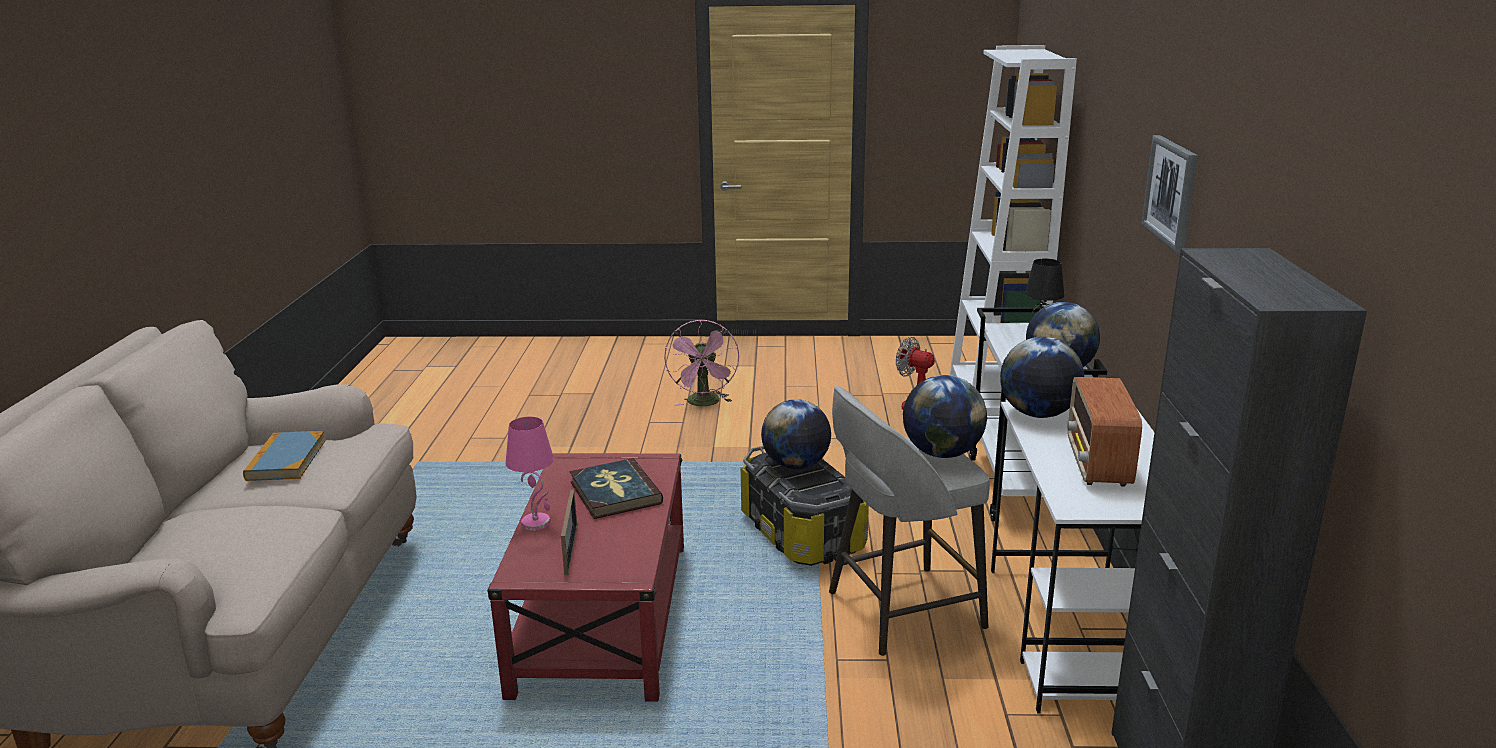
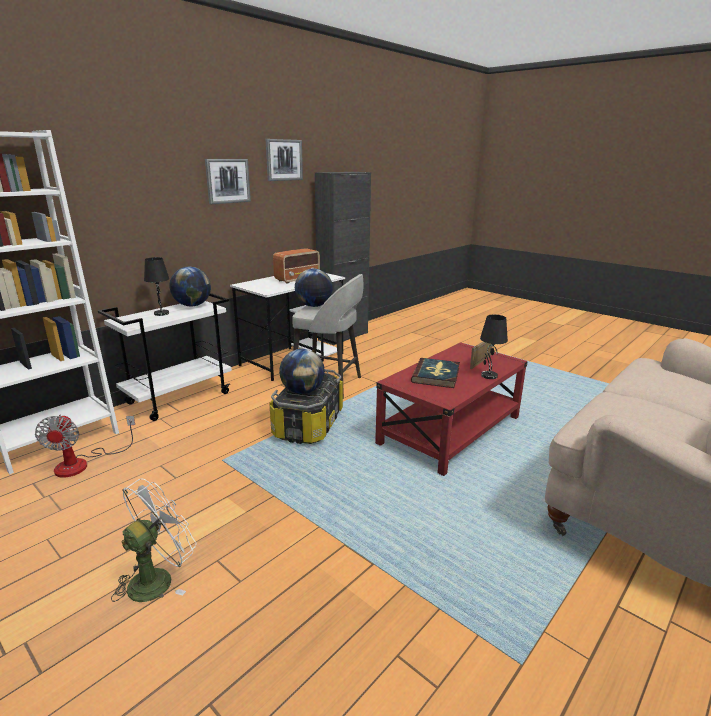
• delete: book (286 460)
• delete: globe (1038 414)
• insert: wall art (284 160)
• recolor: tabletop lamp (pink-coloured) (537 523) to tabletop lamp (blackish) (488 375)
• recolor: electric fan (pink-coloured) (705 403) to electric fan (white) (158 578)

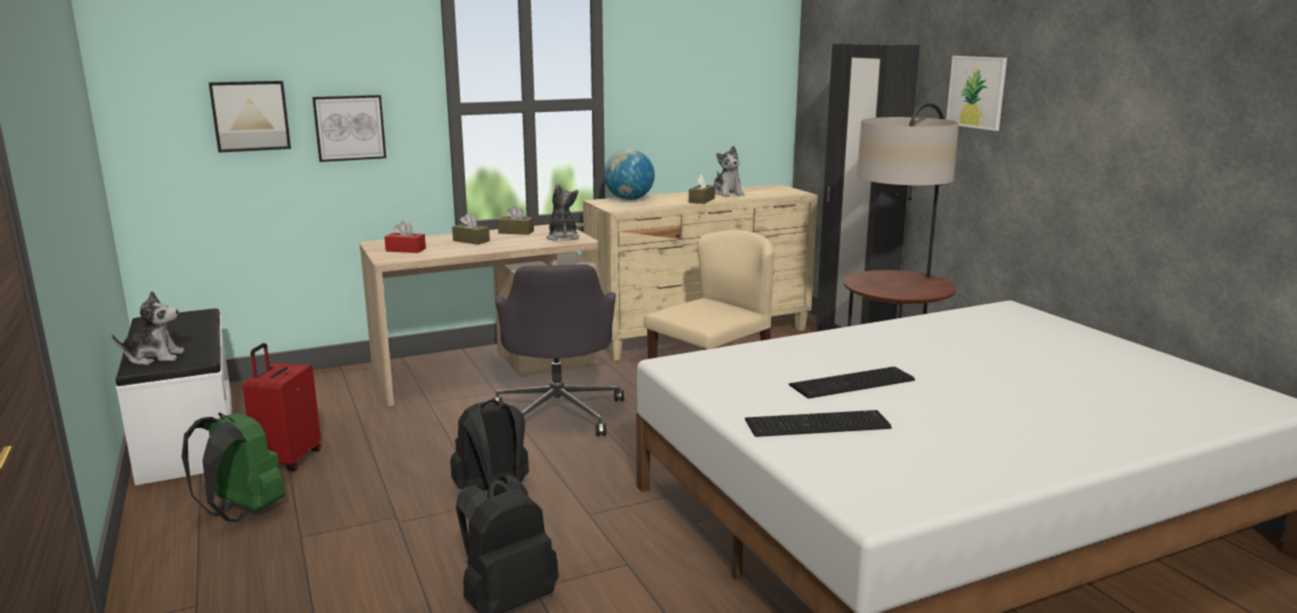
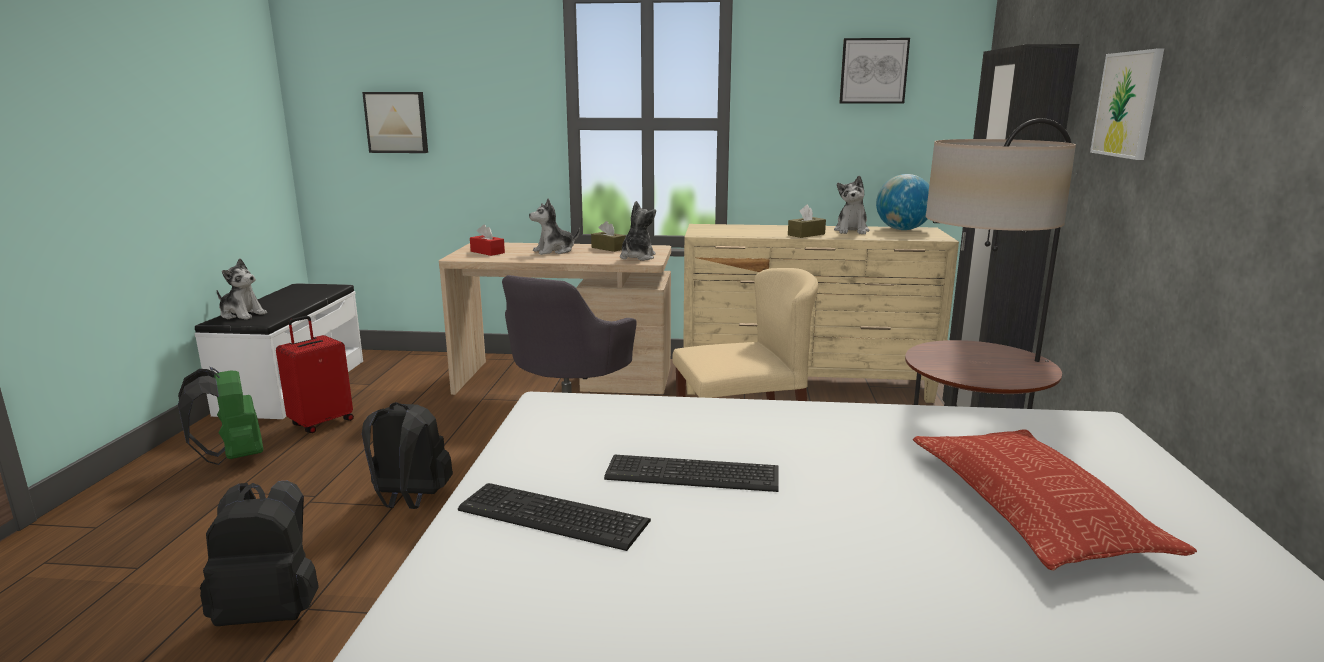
• insert: pillow (1031 508)
• move: wall art (349 128) to (873 71)
• move: globe (629 199) to (902 229)
• replace: box of tissues (brown) (471 241) to plush toy (554 251)

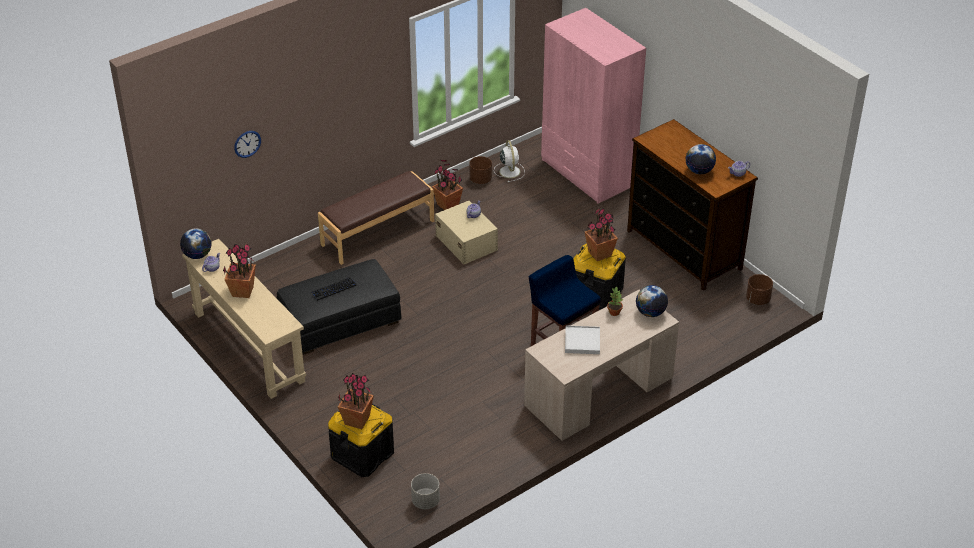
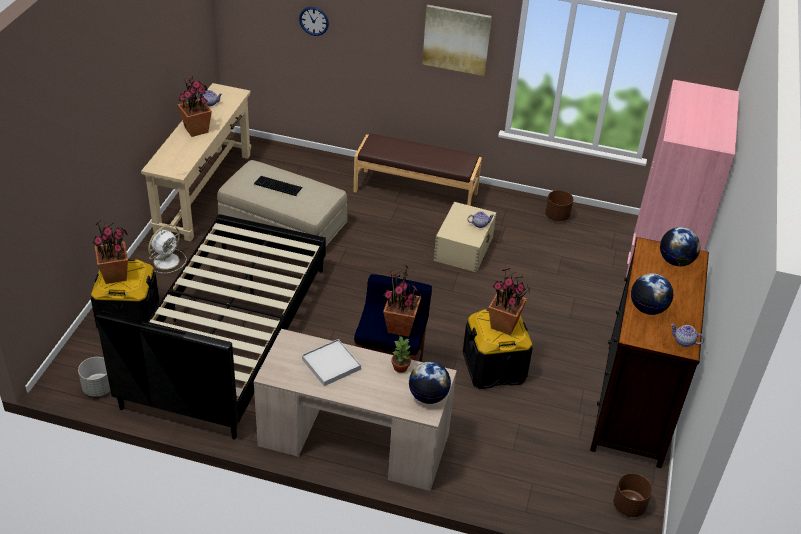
• insert: sleeping bed (blackish) (228 334)
• insert: wall art (456 39)
• move: globe (197 255) to (675 261)
• move: houseplant (448 205) to (400 328)
• move: electric fan (white) (509 171) to (167 260)
• recolor: footrest (blackish) (340 321) to footrest (beige-coloured) (283 225)

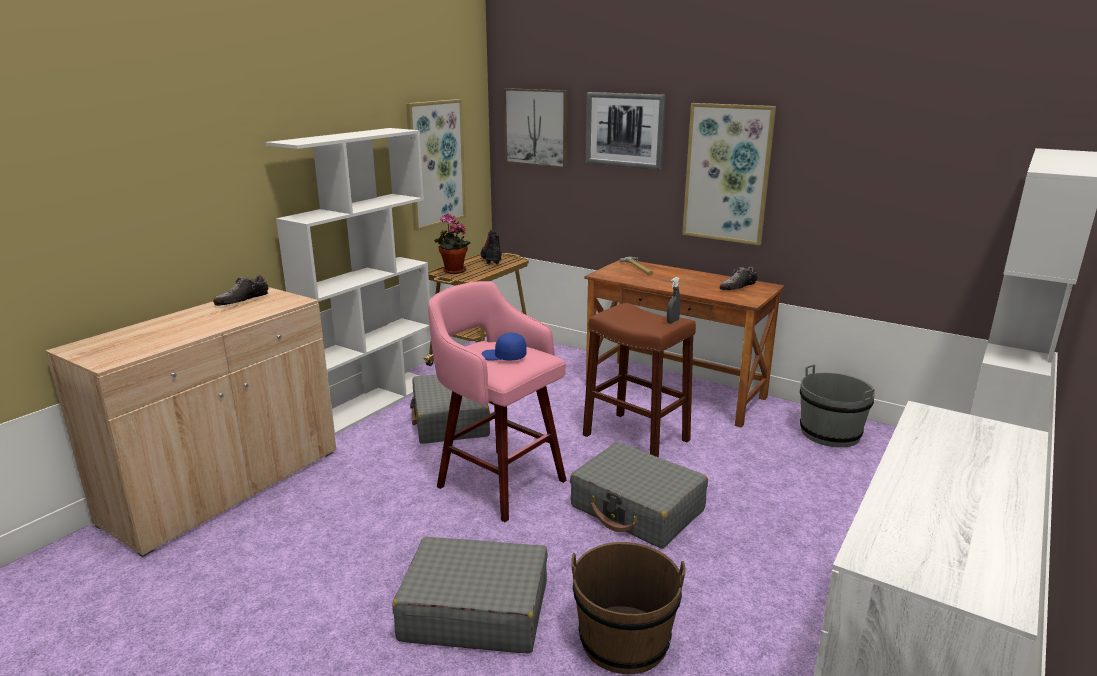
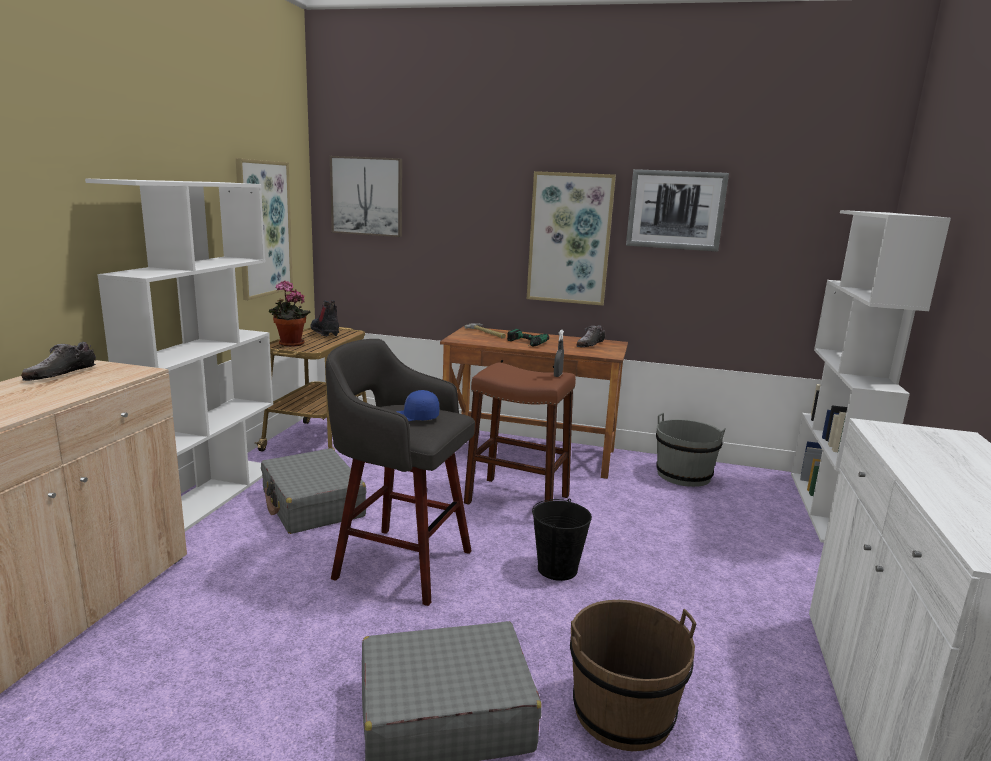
• insert: power drill (523 343)
• move: wall art (624 130) to (675 210)
• replace: travel case (gray) (637 509) to water bucket (blackish) (557 569)
• recolor: stool seat (pink-coloured) (498 482) to stool seat (gray) (399 563)

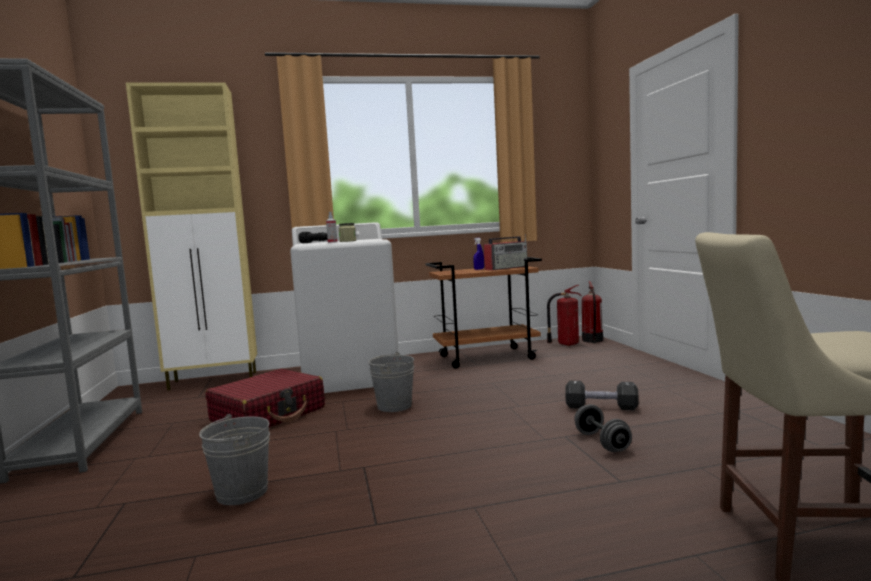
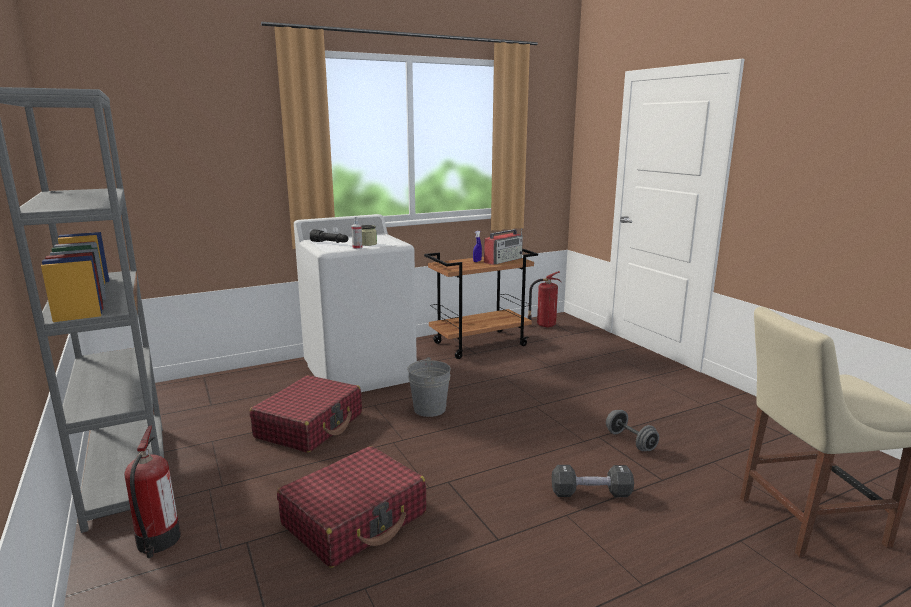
• delete: cabinet (beige-coloured) (215 380)
• move: free weight (blackish) (601 407) to (591 493)
• move: fire extinguisher (592 340) to (157 541)
• replace: water bucket (gray) (242 492) to travel case (red) (355 519)

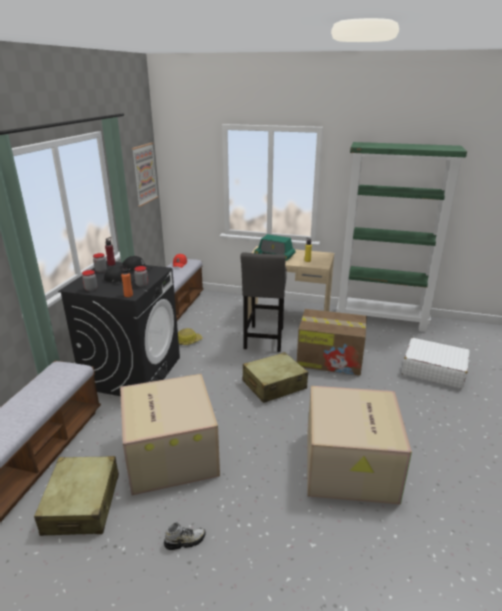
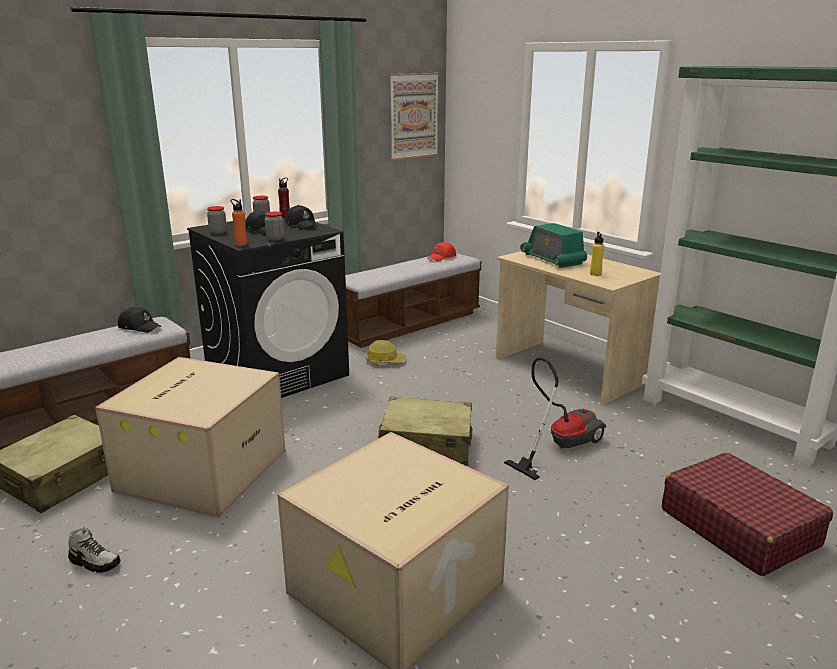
• delete: stool seat (gray) (264 340)
• insert: peaked cap (blackish) (139 327)
• replace: packing box (331 359) to vacuum cleaner (560 445)
• recolor: travel case (white) (433 370) to travel case (red) (738 527)

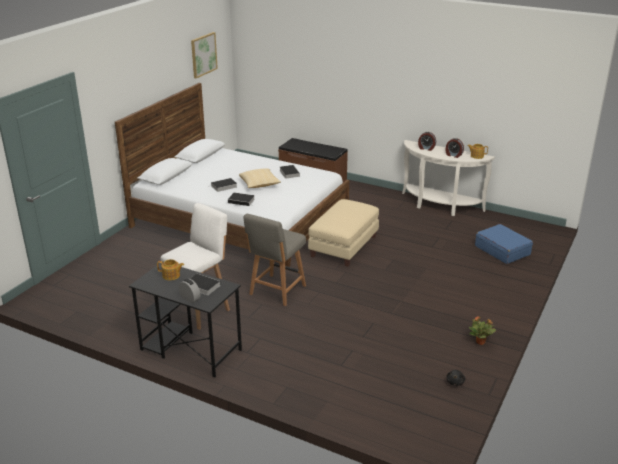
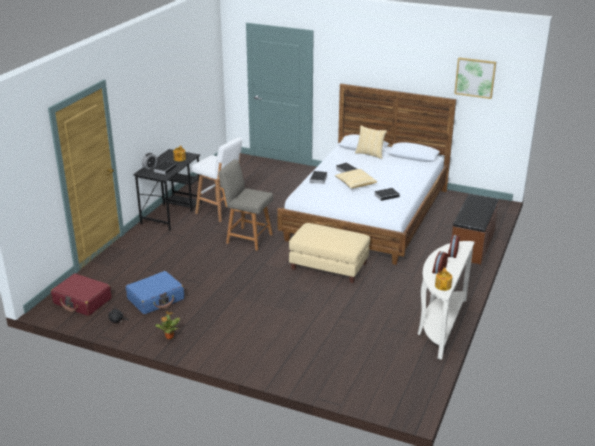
• insert: travel case (red) (82 301)
• insert: pillow (370 154)
• move: travel case (blue) (502 250) to (156 299)

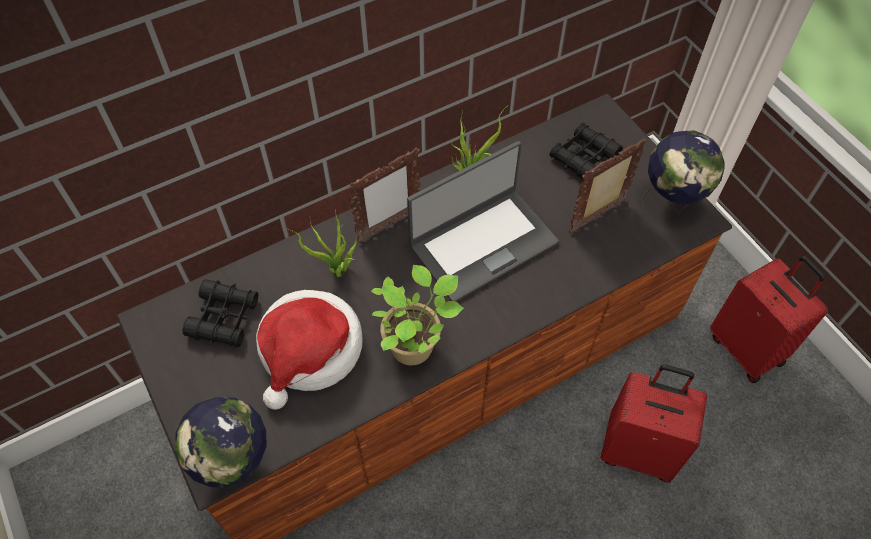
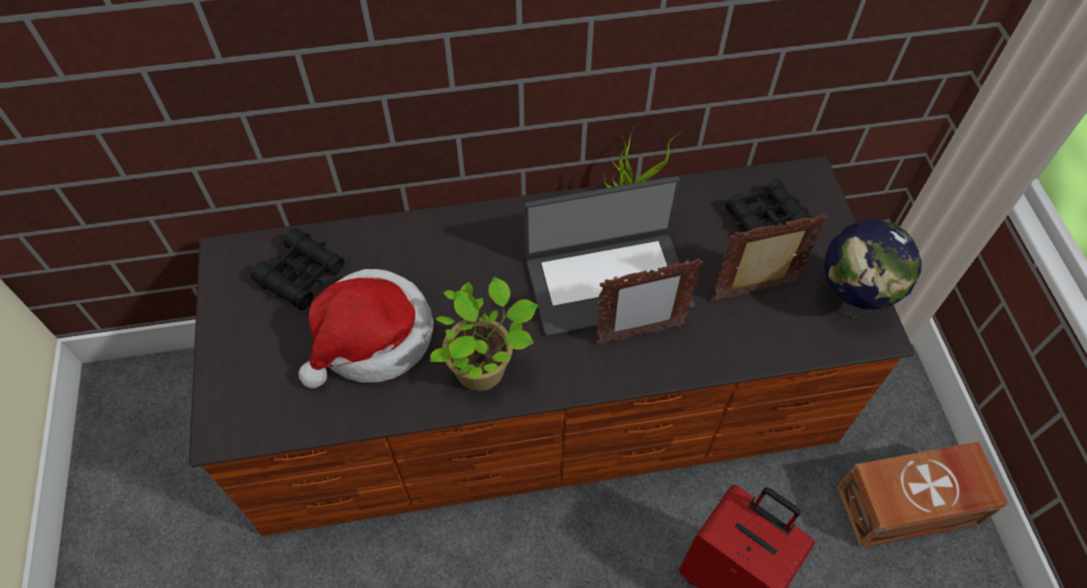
• delete: globe (235 464)
• delete: houseplant (338 272)
• move: standing frame (388 225) to (639 334)
• replace: travel case (red) (747 348) to storage box (brown) (910 507)

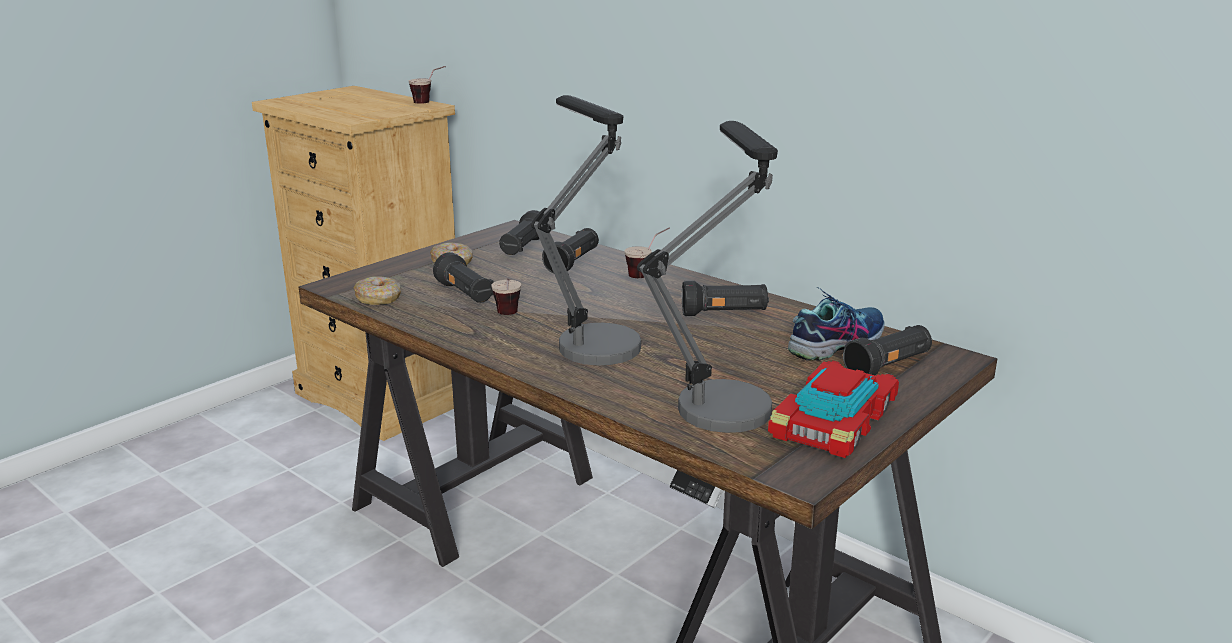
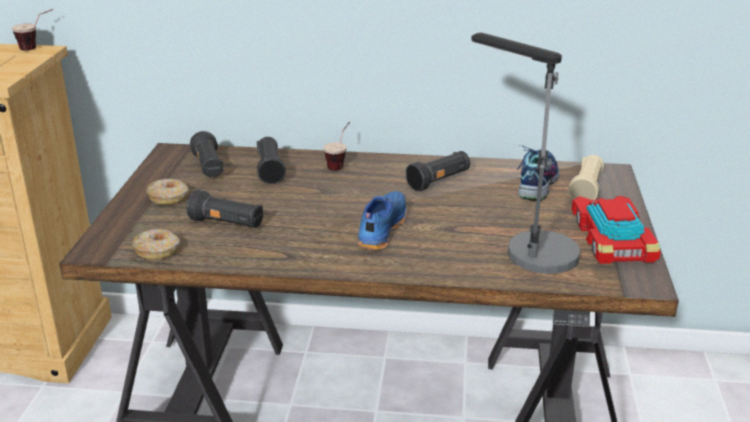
• delete: cup (508 316)
• replace: tabletop lamp (592 337) to shoe (blue) (380 229)
• recolor: hand torch (blackish) (888 366) to hand torch (beige-coloured) (586 190)

